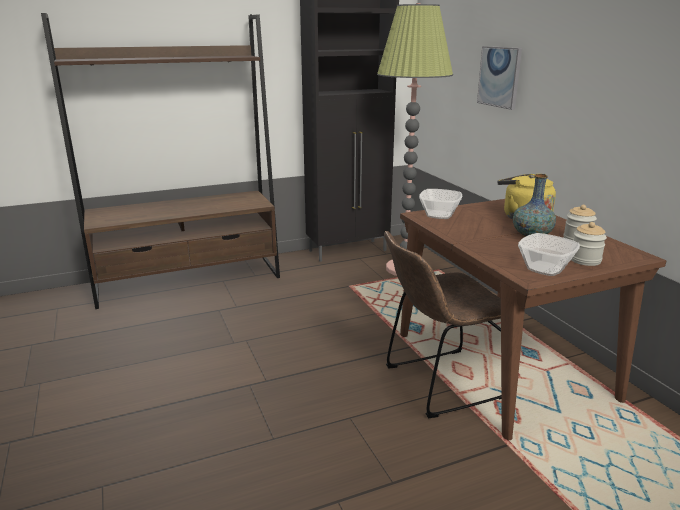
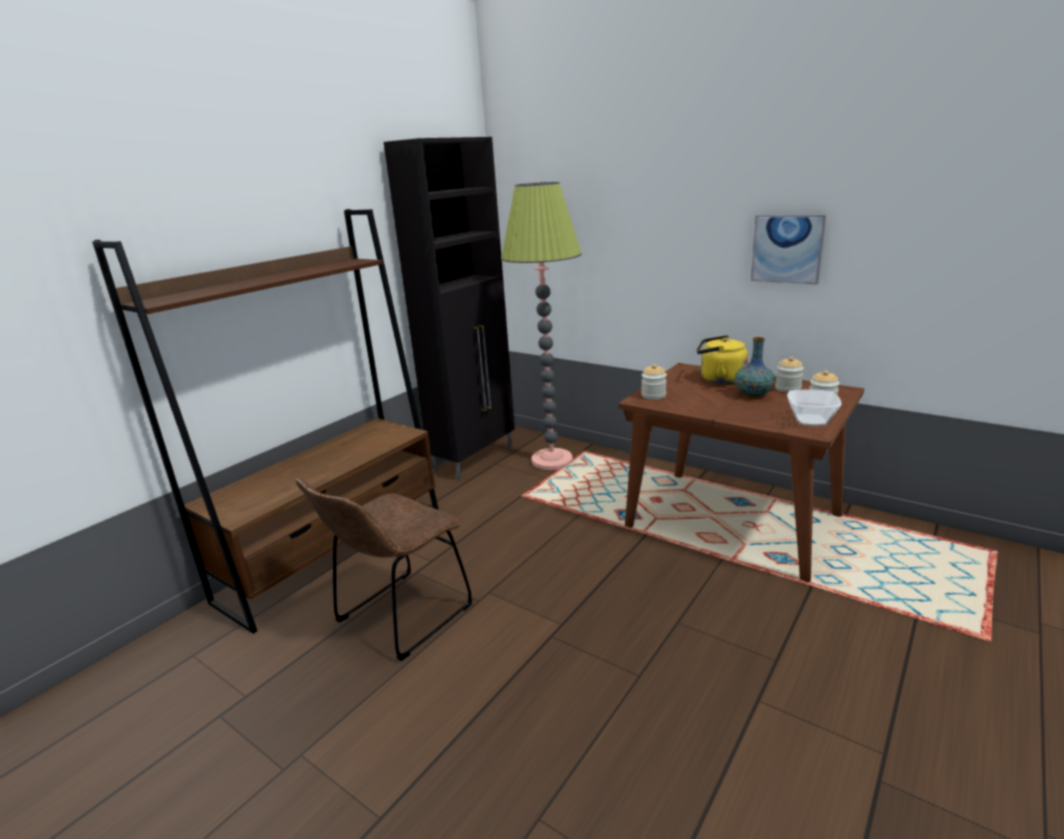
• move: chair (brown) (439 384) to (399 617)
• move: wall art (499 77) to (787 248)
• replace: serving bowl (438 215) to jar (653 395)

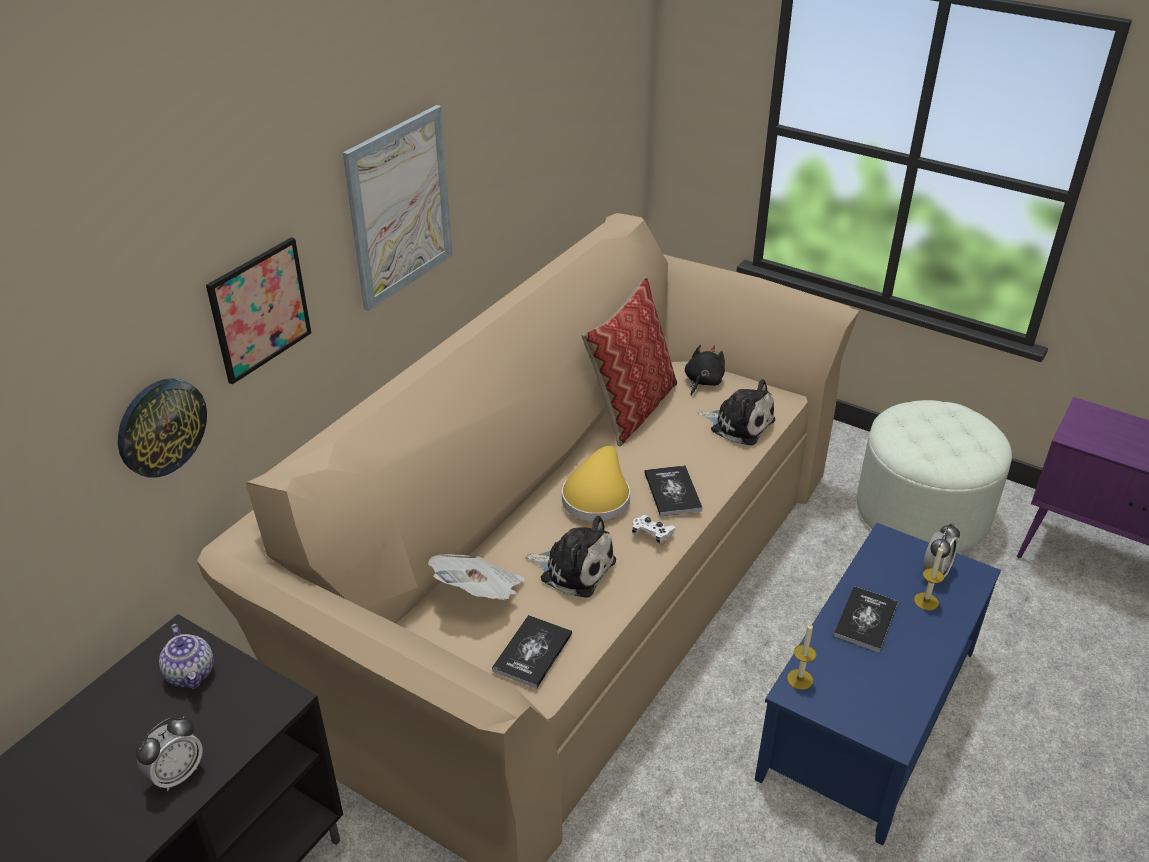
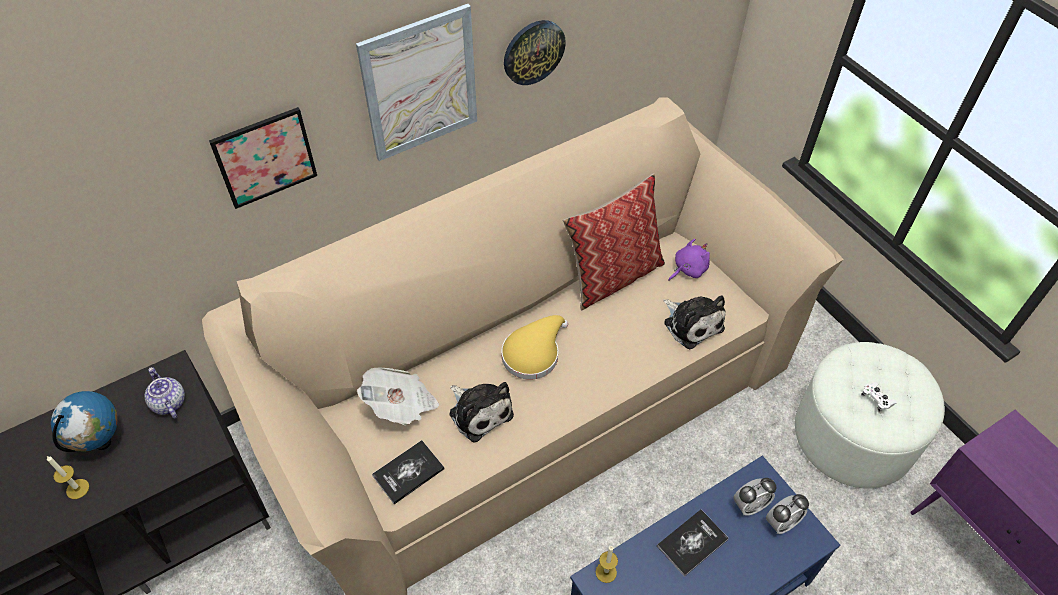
• delete: book (672 492)
• insert: globe (102 442)
• move: wall clock (161 427) to (533 52)
• move: table clock (177 774) to (749 505)
• move: joypad (white) (652 534) to (876 400)
• move: candle (926 601) to (77 489)
• recolor: plush toy (blackish) (702 382) to plush toy (purplish) (688 269)
• rotate: tea pot (191 673) = (168 403) 150 degrees clockwise

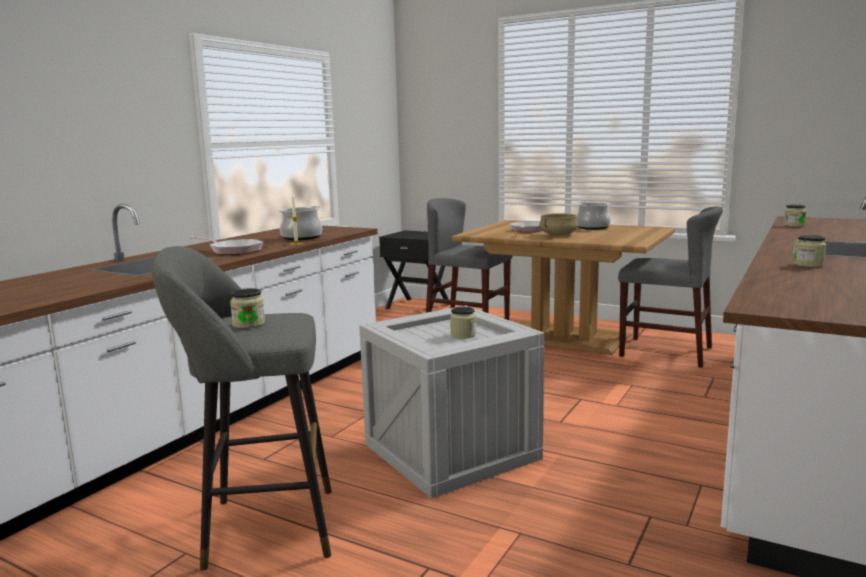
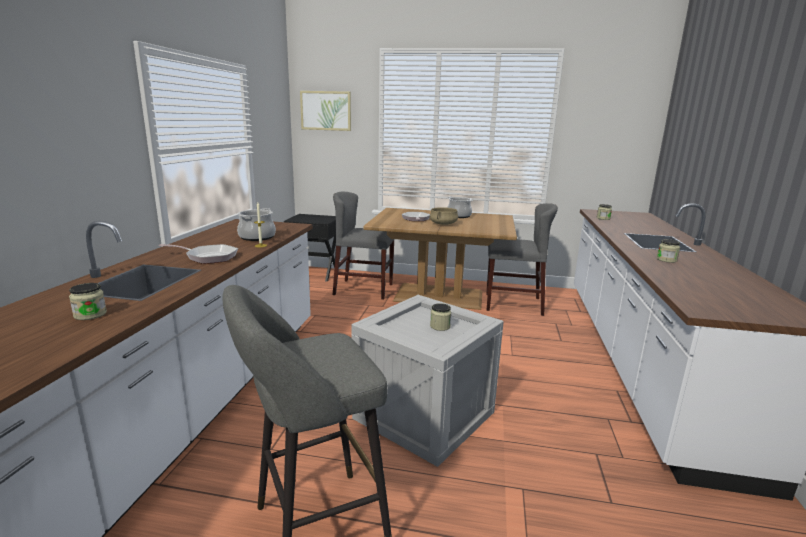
• insert: wall art (326 110)
• move: jar (248 324) to (90 314)

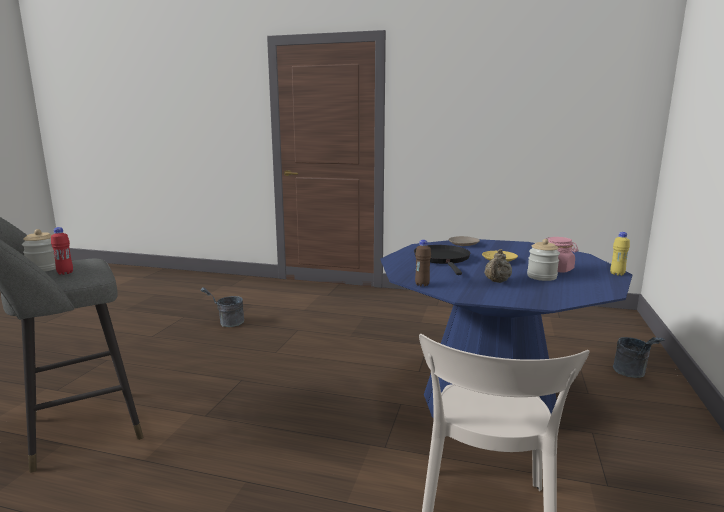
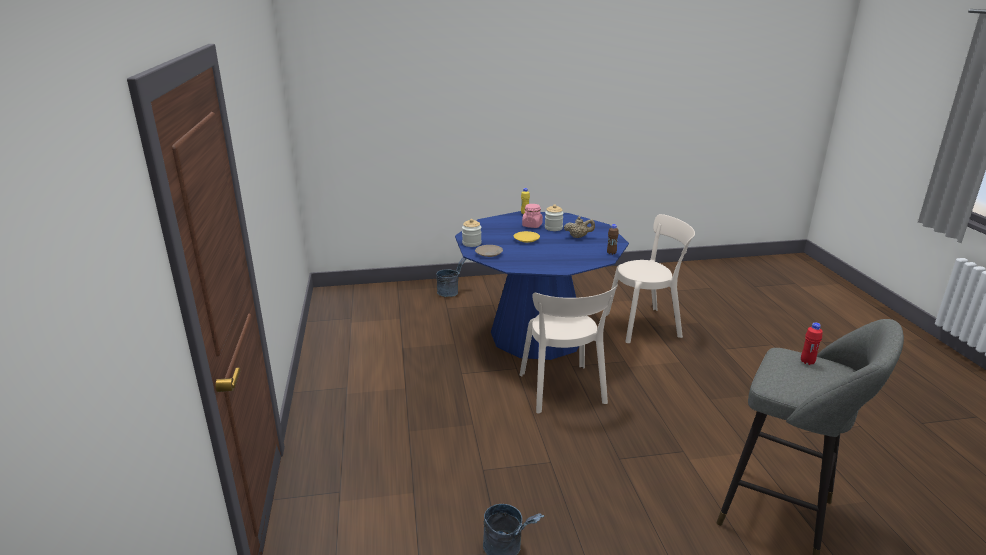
• delete: frying pan (blackish) (443 259)
• insert: chair (beige-coloured) (563 391)
• move: jar (44 268) to (471 243)

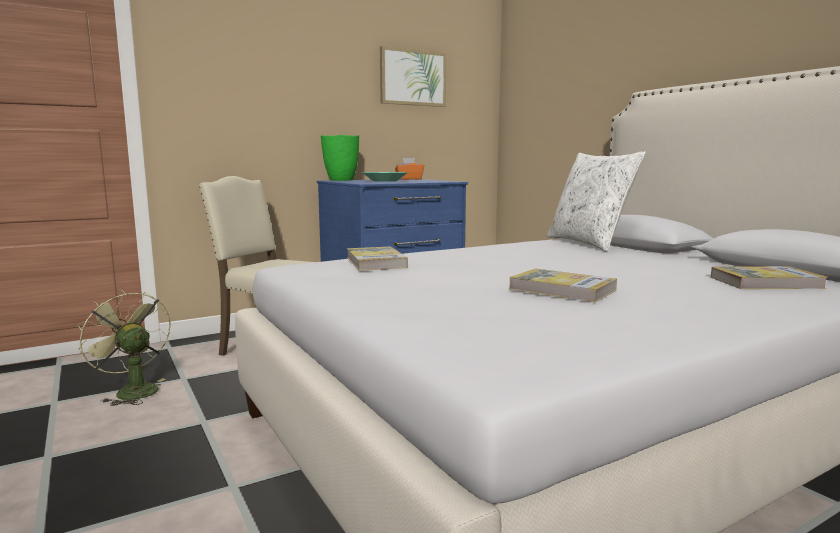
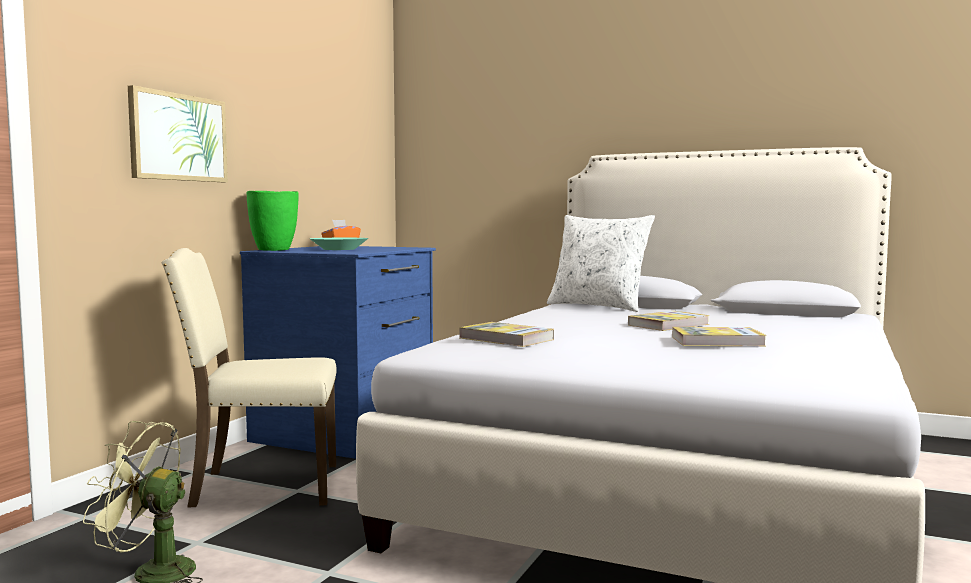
• move: wall art (413 78) to (178 137)
• move: book (765 282) to (668 325)

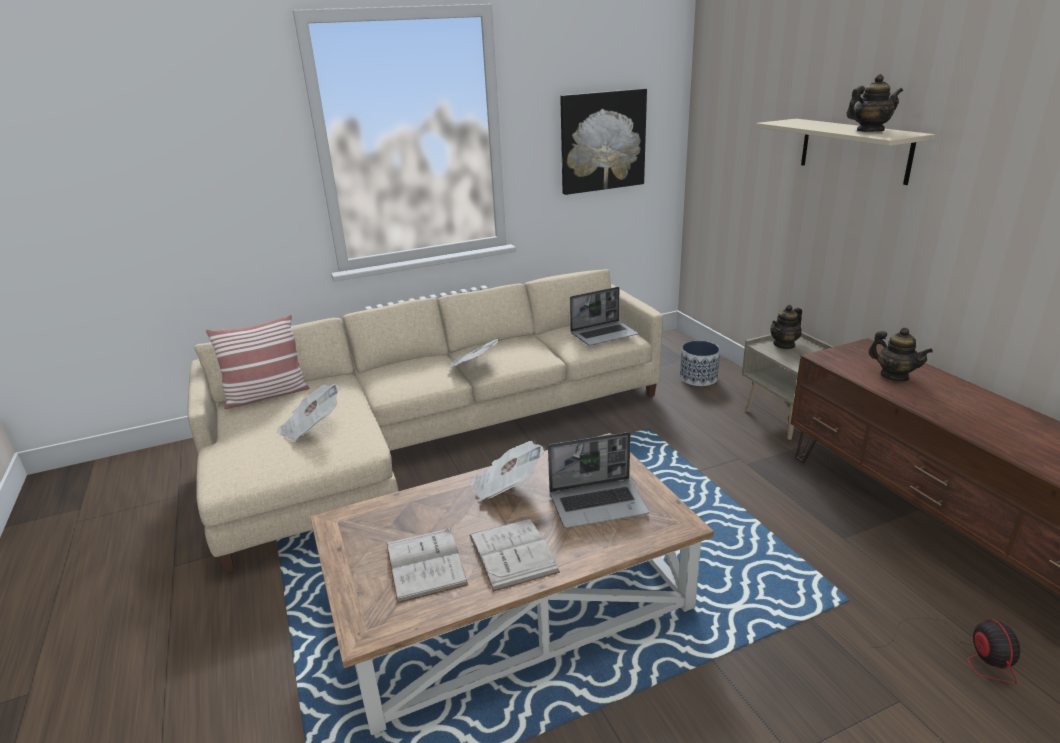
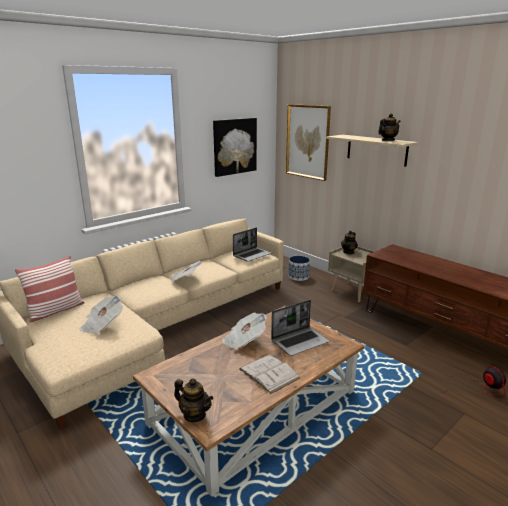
• delete: book (white) (425 563)
• insert: wall art (307 141)
• move: tea pot (894 376) to (194 415)

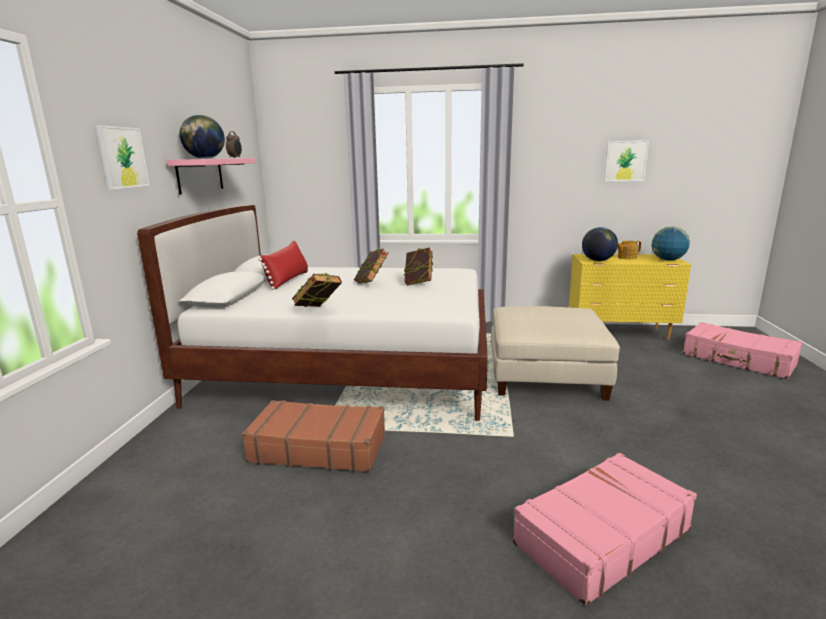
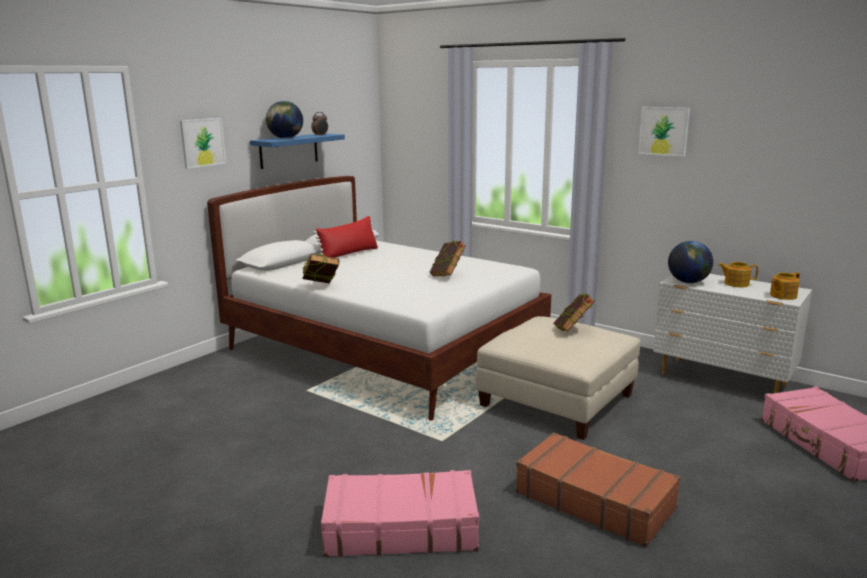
• move: travel case (brown) (318 447) to (594 500)
• move: book (371 283) to (572 331)
• move: wall art (625 161) to (663 131)
• replace: globe (668 260) to tea pot (782 296)
• recolor: bracket shelf (pink-coloured) (200 175) to bracket shelf (blue) (289 150)
• recolor: chest of drawers (yellowish) (621 333) to chest of drawers (white) (723 380)

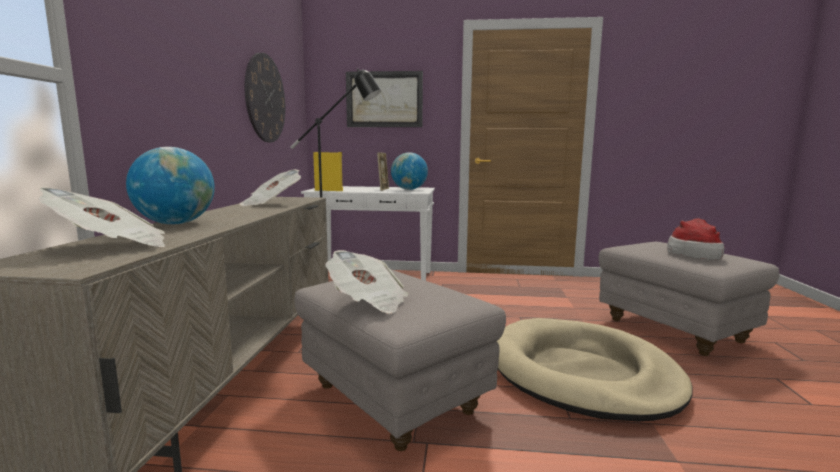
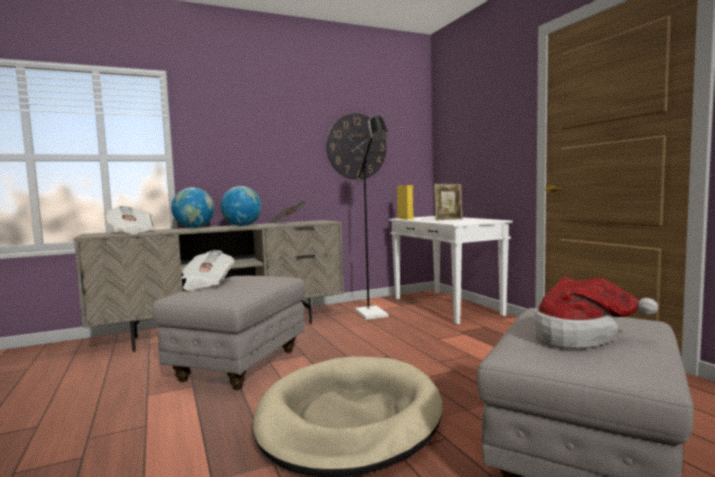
• delete: wall art (384 99)
• move: globe (409 189) to (242 226)

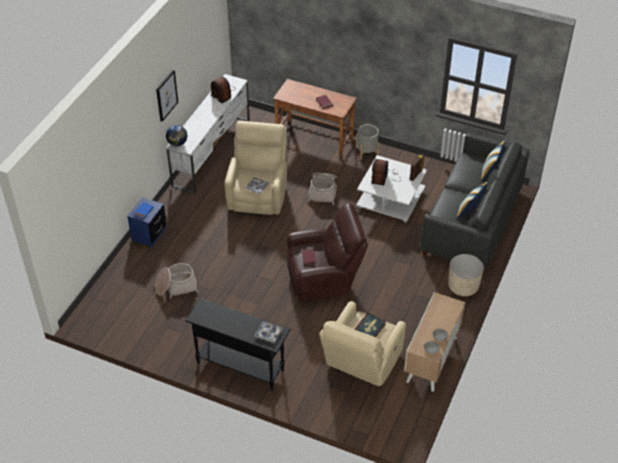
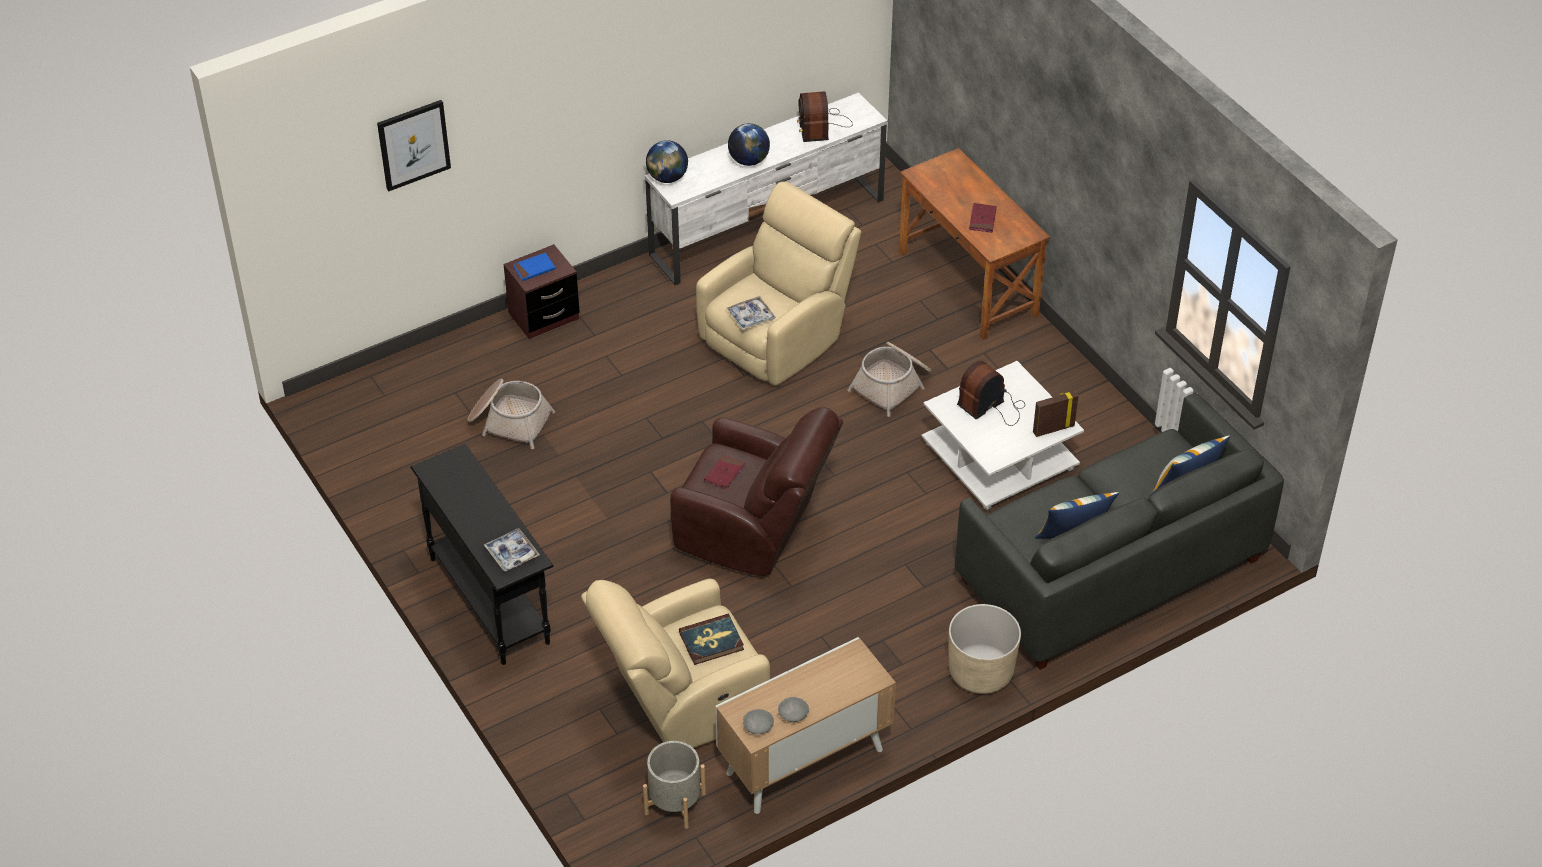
• insert: globe (749 160)
• move: wall art (166 95) to (413 144)
• move: plant pot (gray) (367 152) to (675 803)
• recolor: night table (blue) (149 234) to night table (brown) (544 316)

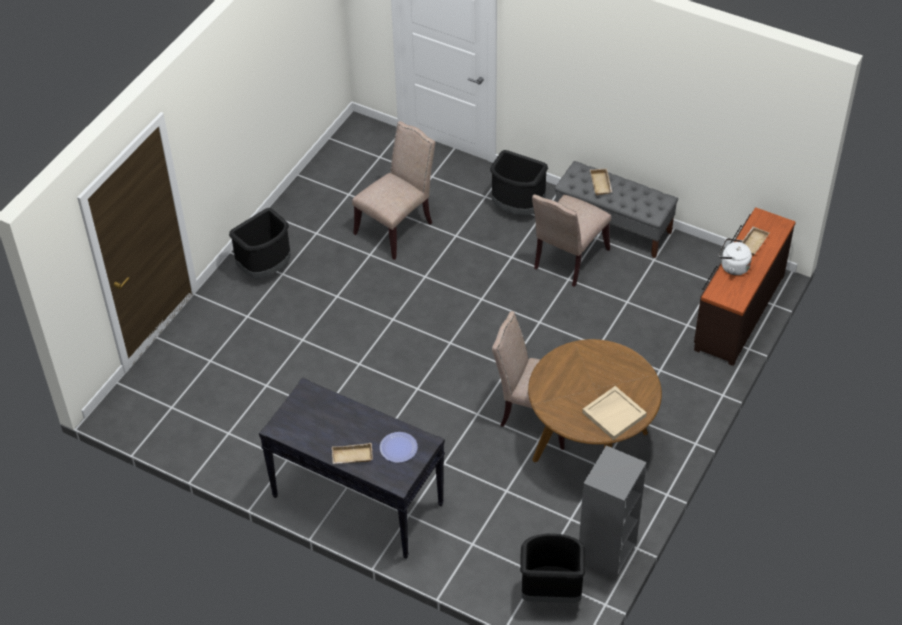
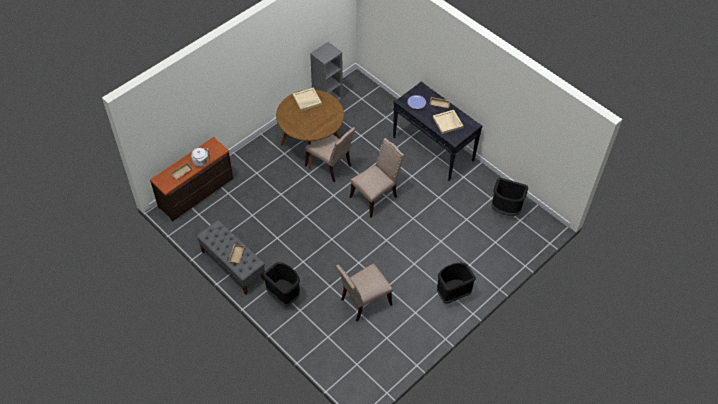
• insert: serving tray (beige-coloured) (448 122)
• move: waste bin (blackish) (550 592) to (505 210)
• move: chair (beige-coloured) (568 260) to (375 197)

